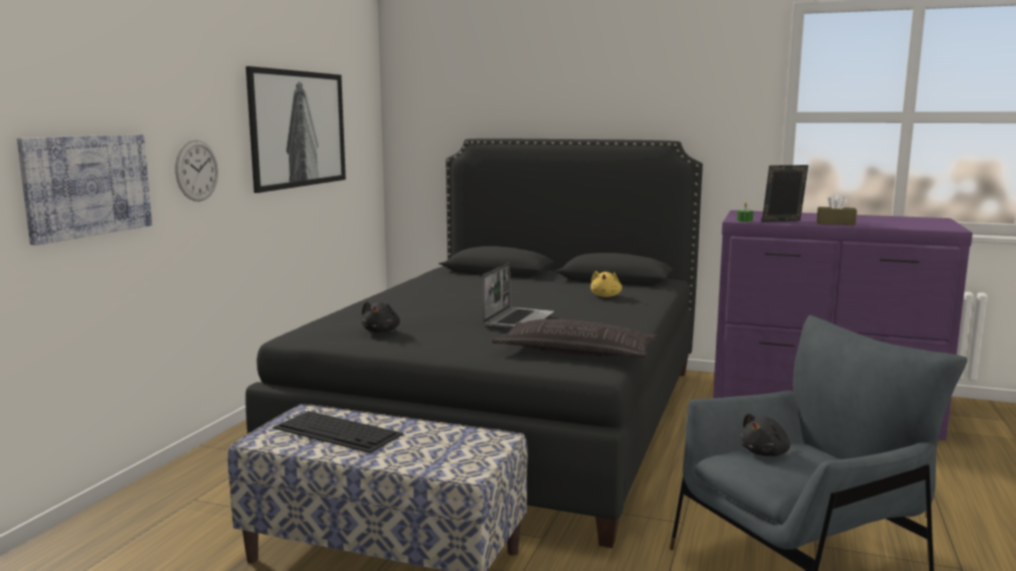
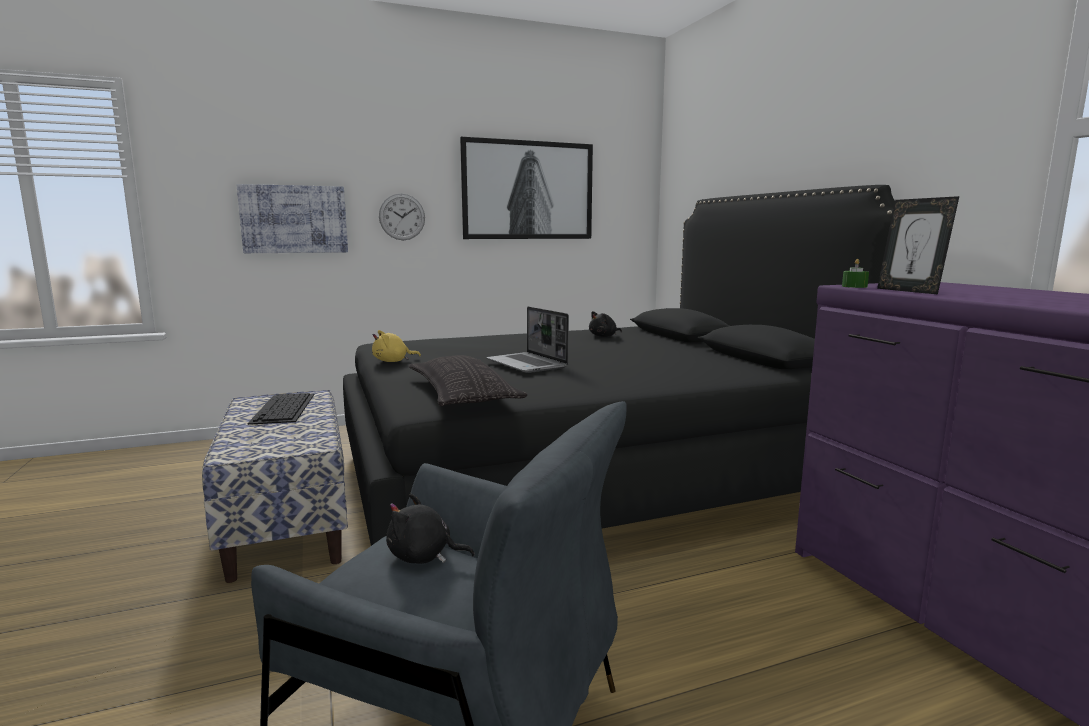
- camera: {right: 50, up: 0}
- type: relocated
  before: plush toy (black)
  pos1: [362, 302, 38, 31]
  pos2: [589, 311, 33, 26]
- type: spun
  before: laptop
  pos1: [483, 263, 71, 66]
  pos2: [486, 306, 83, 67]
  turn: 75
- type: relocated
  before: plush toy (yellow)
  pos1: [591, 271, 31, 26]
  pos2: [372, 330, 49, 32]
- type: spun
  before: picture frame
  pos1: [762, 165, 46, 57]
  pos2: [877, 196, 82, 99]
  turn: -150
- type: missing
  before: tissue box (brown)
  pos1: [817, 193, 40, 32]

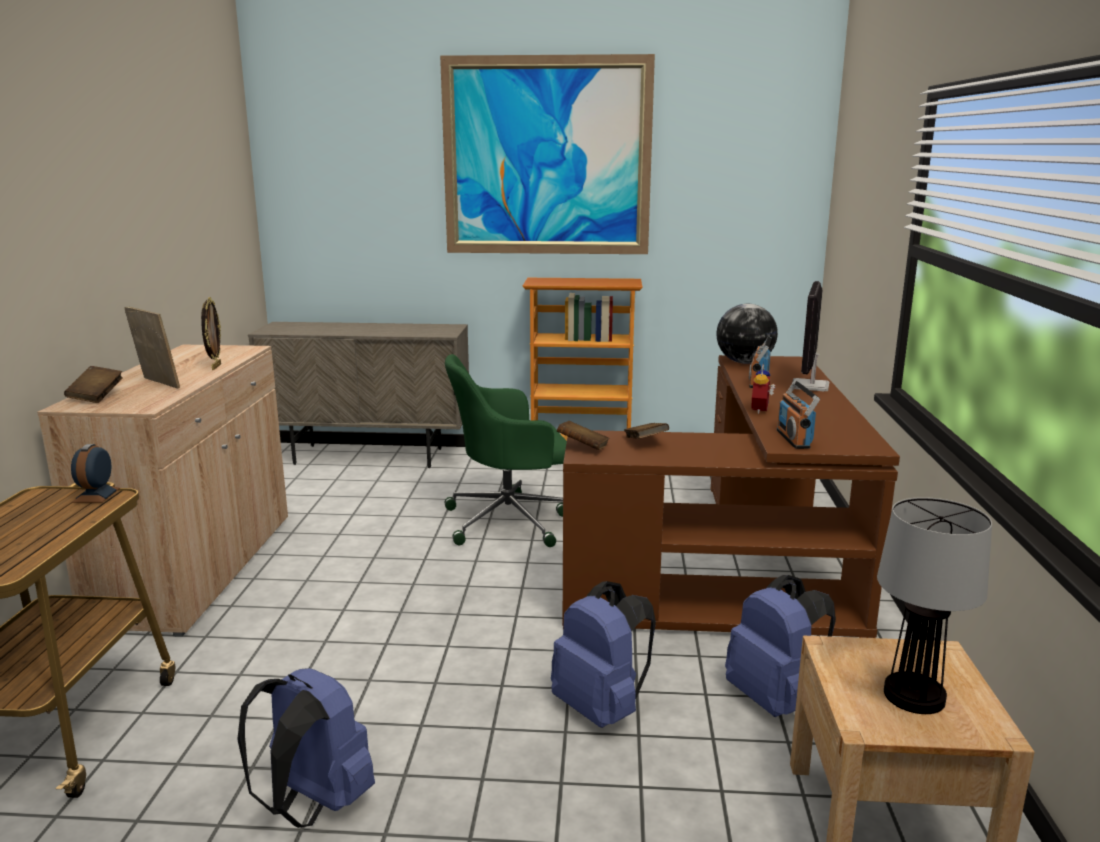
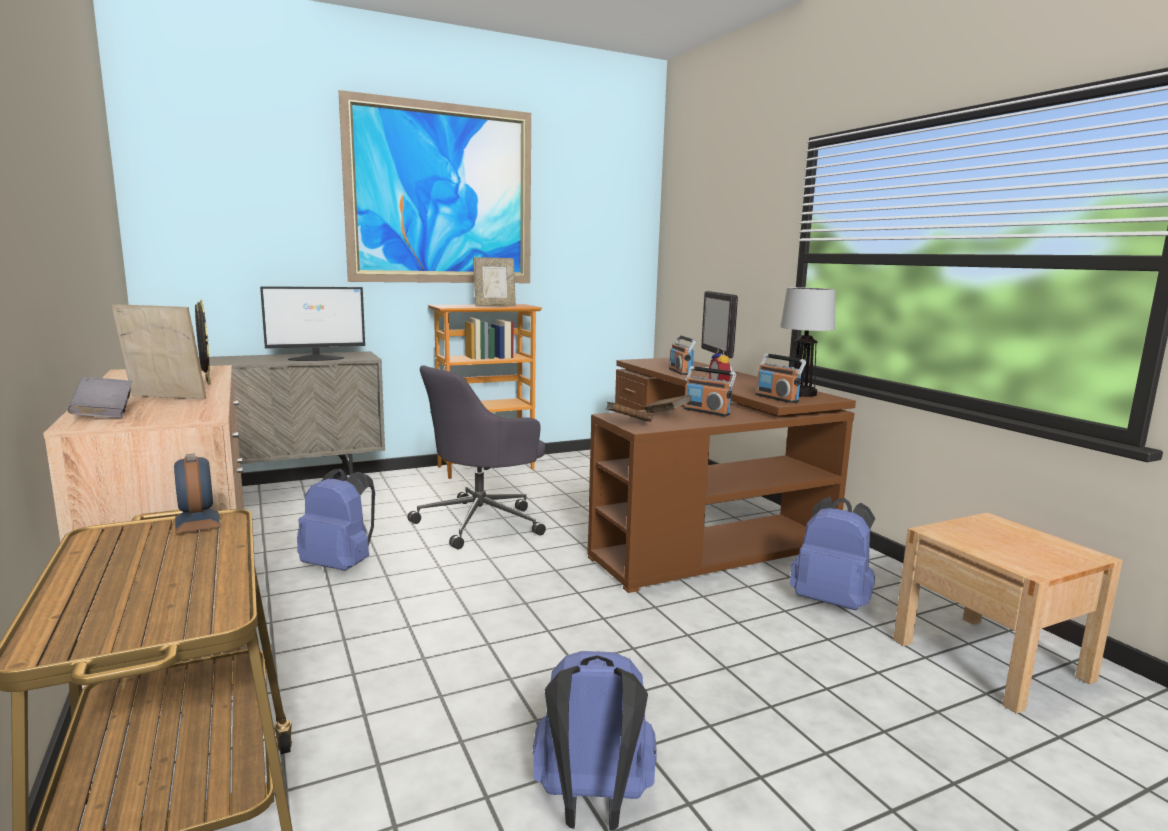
- camera: {right: -30, up: -5}
- type: colour
  before: book (brown)
  after: book (grey)
  pos1: [64, 366, 59, 37]
  pos2: [68, 377, 64, 41]
- type: colour
  before: office chair (green)
  after: office chair (grey)
  pos1: [445, 354, 122, 193]
  pos2: [408, 365, 138, 184]
- type: relocated
  before: backpack (blue)
  pos1: [551, 581, 105, 147]
  pos2: [297, 468, 78, 103]
- type: missing
  before: globe
  pos1: [716, 304, 62, 60]
- type: relocated
  before: table lamp
  pos1: [877, 497, 115, 217]
  pos2: [780, 287, 56, 110]
- type: appeared
  after: monitor
  pos2: [260, 286, 105, 75]
- type: appeared
  after: picture frame
  pos2: [473, 257, 43, 49]
- type: appeared
  after: radio
  pos2: [684, 366, 52, 50]

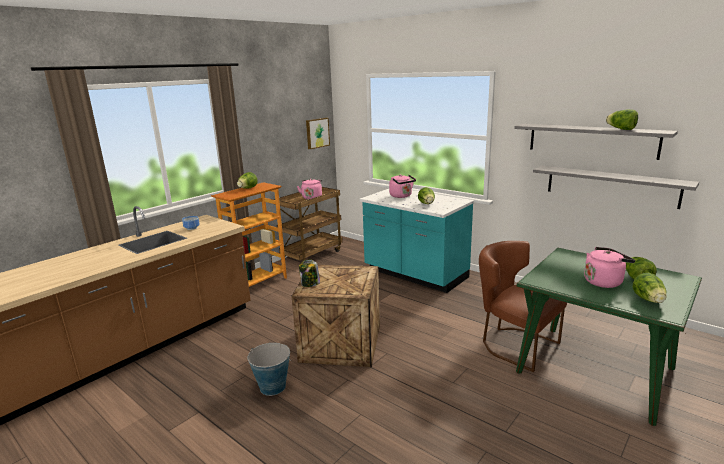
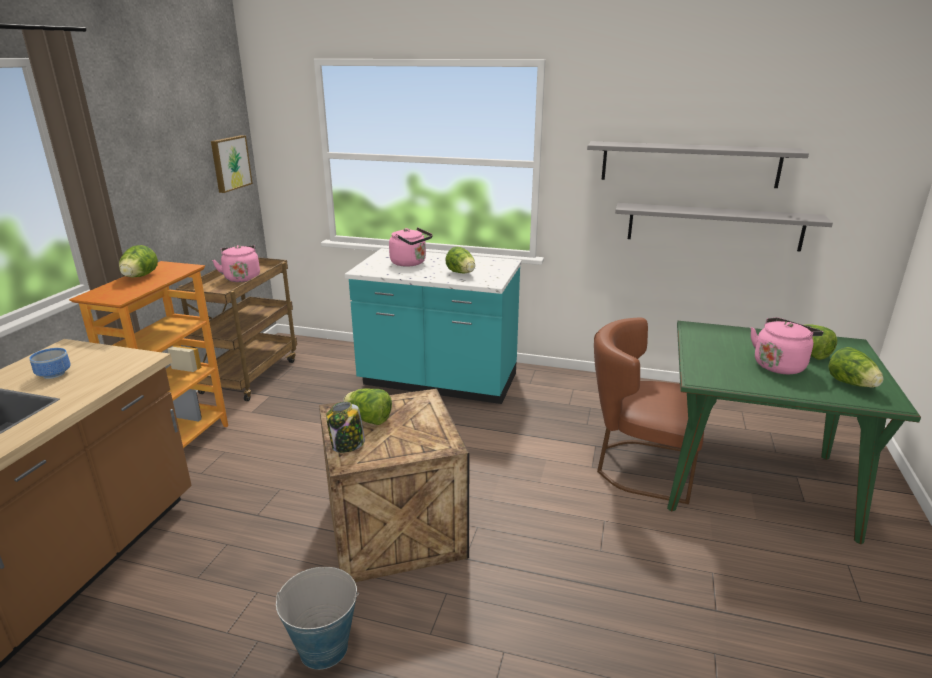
- camera: {right: -25, up: 5}
- type: relocated
  before: lettuce
  pos1: [606, 109, 32, 21]
  pos2: [343, 389, 49, 36]

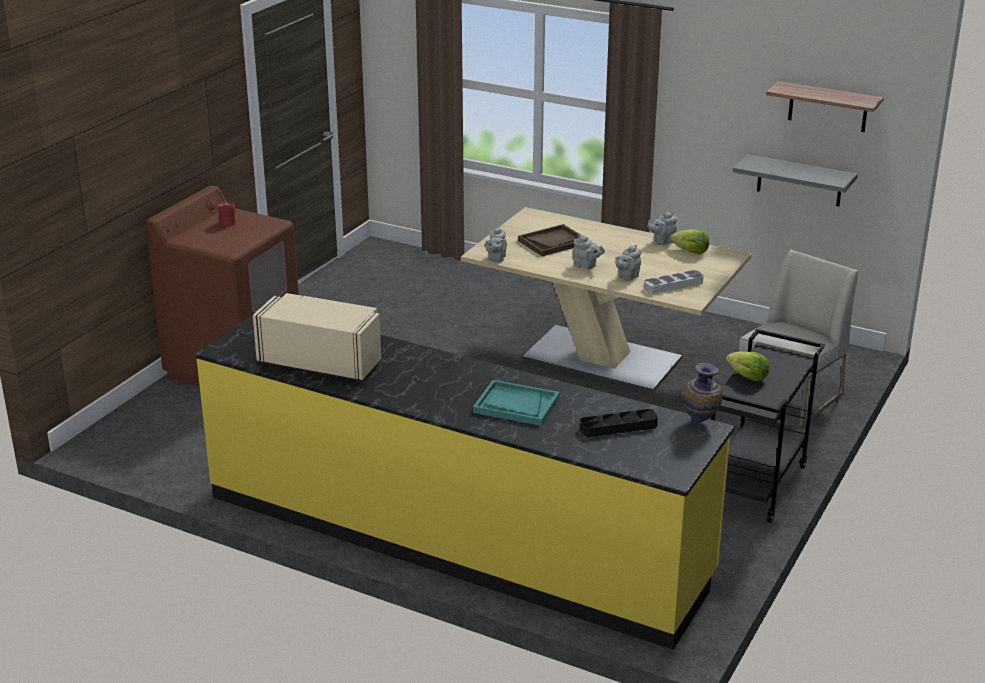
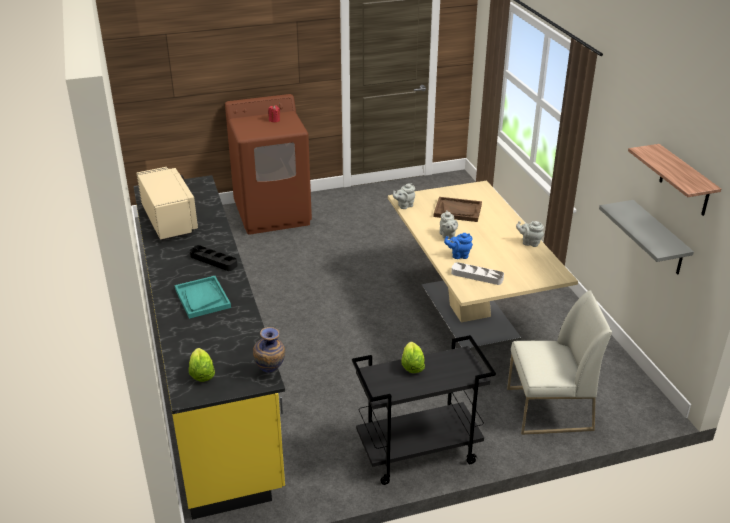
- camera: {right: 45, up: 5}
- type: relocated
  before: tray (black)
  pos1: [580, 409, 78, 28]
  pos2: [189, 245, 49, 26]
- type: colour
  before: teapot (grey)
  after: teapot (blue)
  pos1: [615, 245, 26, 36]
  pos2: [444, 233, 29, 26]
- type: relocated
  before: lettuce
  pos1: [670, 229, 39, 25]
  pos2: [189, 348, 26, 34]

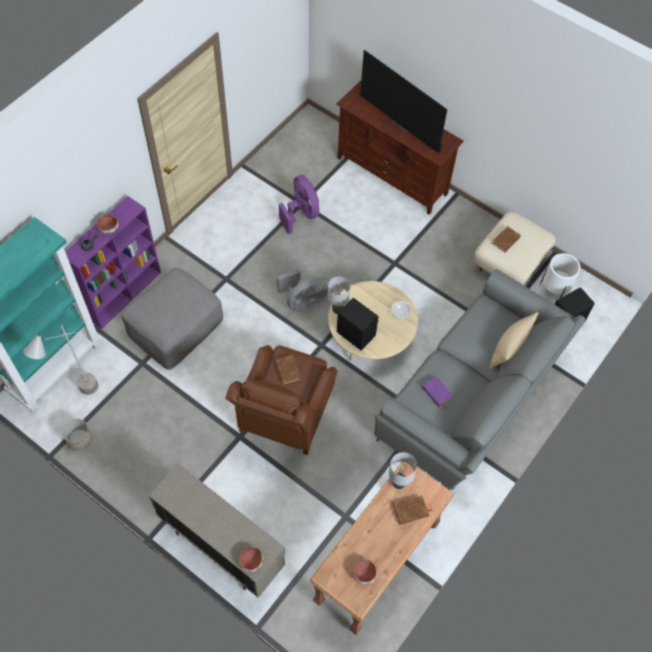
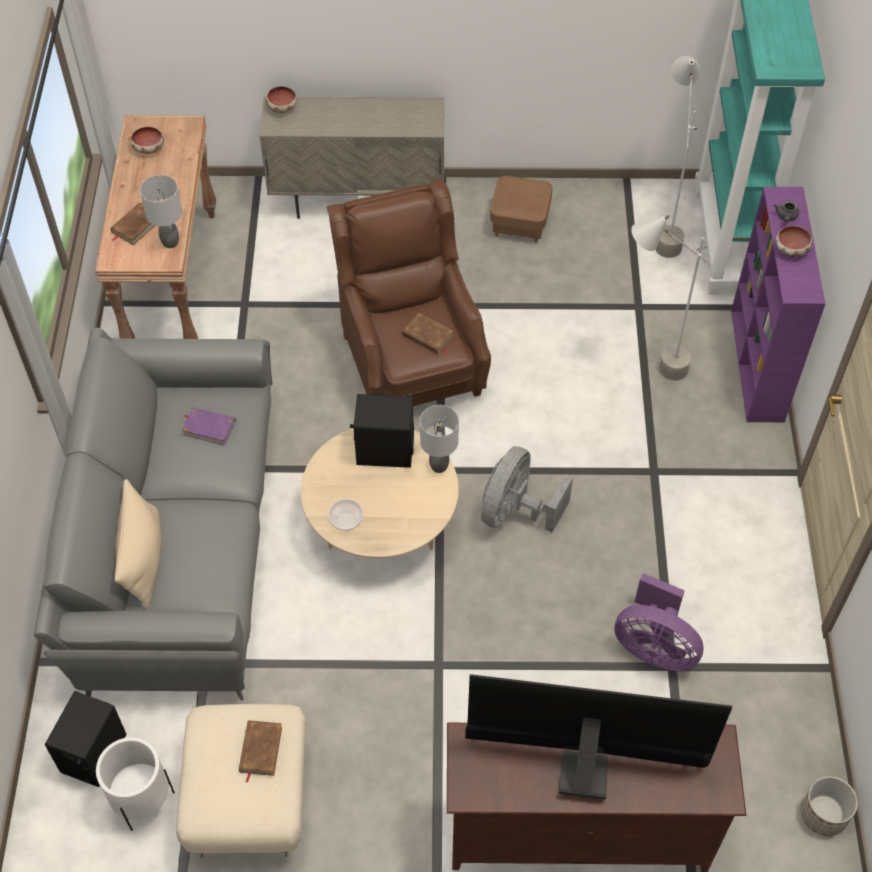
- camera: {right: 145, up: -5}
- type: relocated
  before: planter
  pos1: [62, 418, 30, 32]
  pos2: [801, 776, 57, 60]
- type: exchanged
  before: ottoman (grey)
  after: floor lamp (grey)
  pos1: [121, 267, 102, 103]
  pos2: [631, 215, 82, 166]
- type: appeared
  after: ottoman (brown)
  pos2: [490, 176, 63, 66]

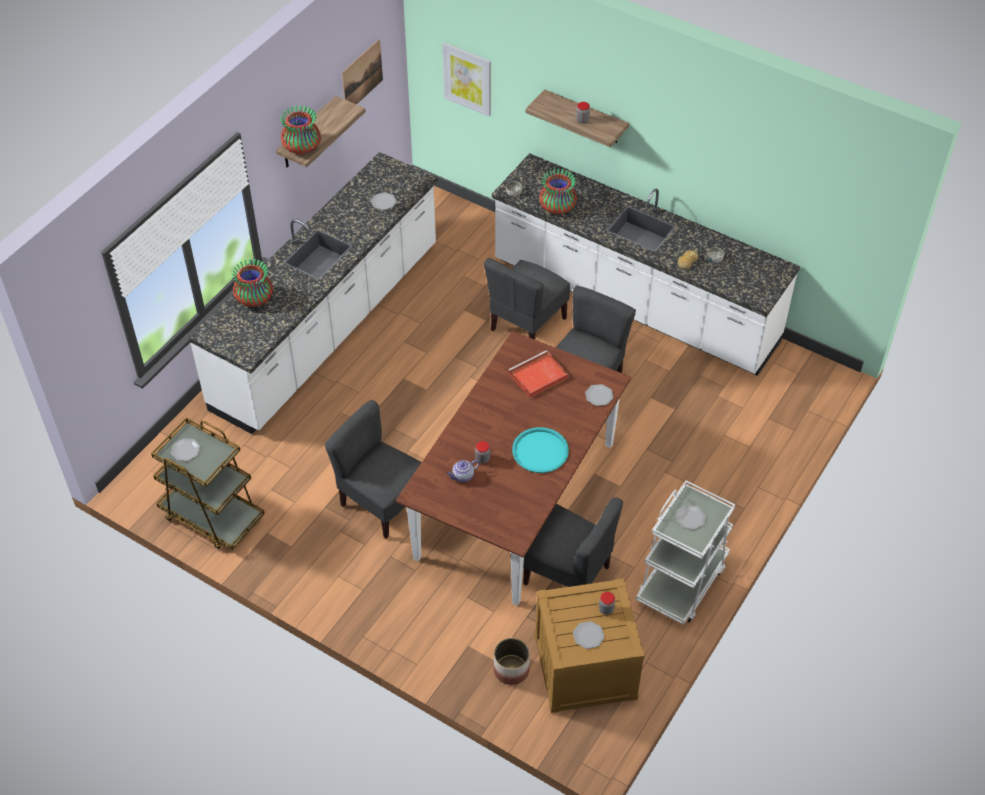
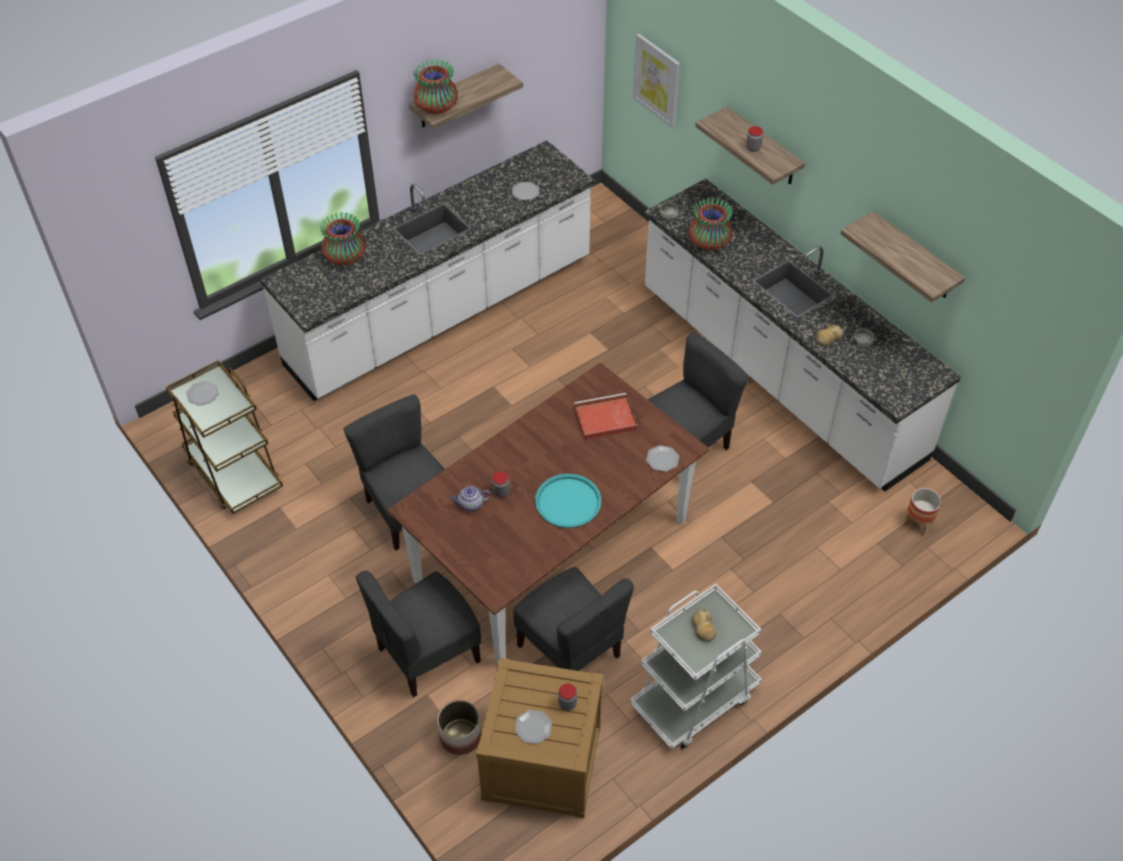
- camera: {right: 20, up: 0}
- type: missing
  before: picture
  pos1: [342, 39, 41, 65]
- type: relocated
  before: chair (grey)
  pos1: [484, 258, 86, 82]
  pos2: [356, 571, 125, 126]
- type: exchanged
  before: plate
  after: bread
  pos1: [676, 505, 30, 25]
  pos2: [691, 609, 26, 32]
- type: appeared
  after: shelf
  pos2: [841, 211, 124, 92]
- type: appeared
  after: planter
  pos2: [904, 488, 37, 47]

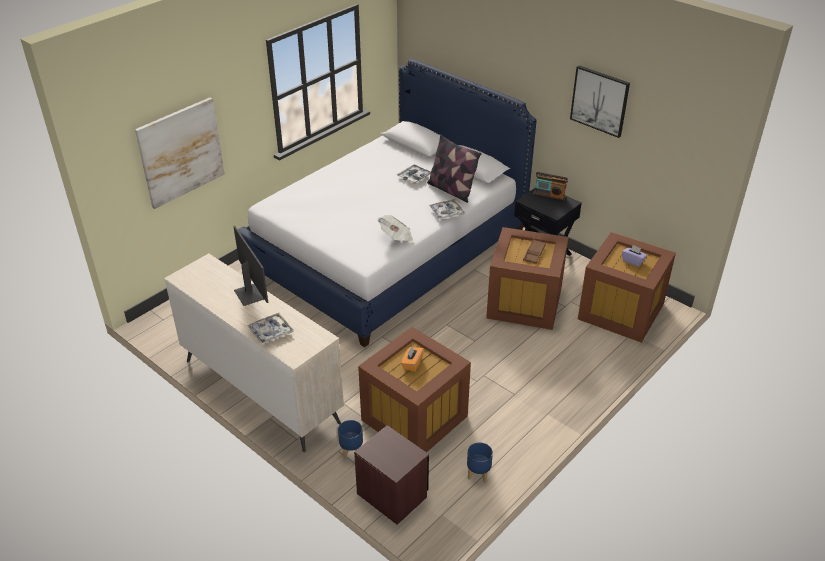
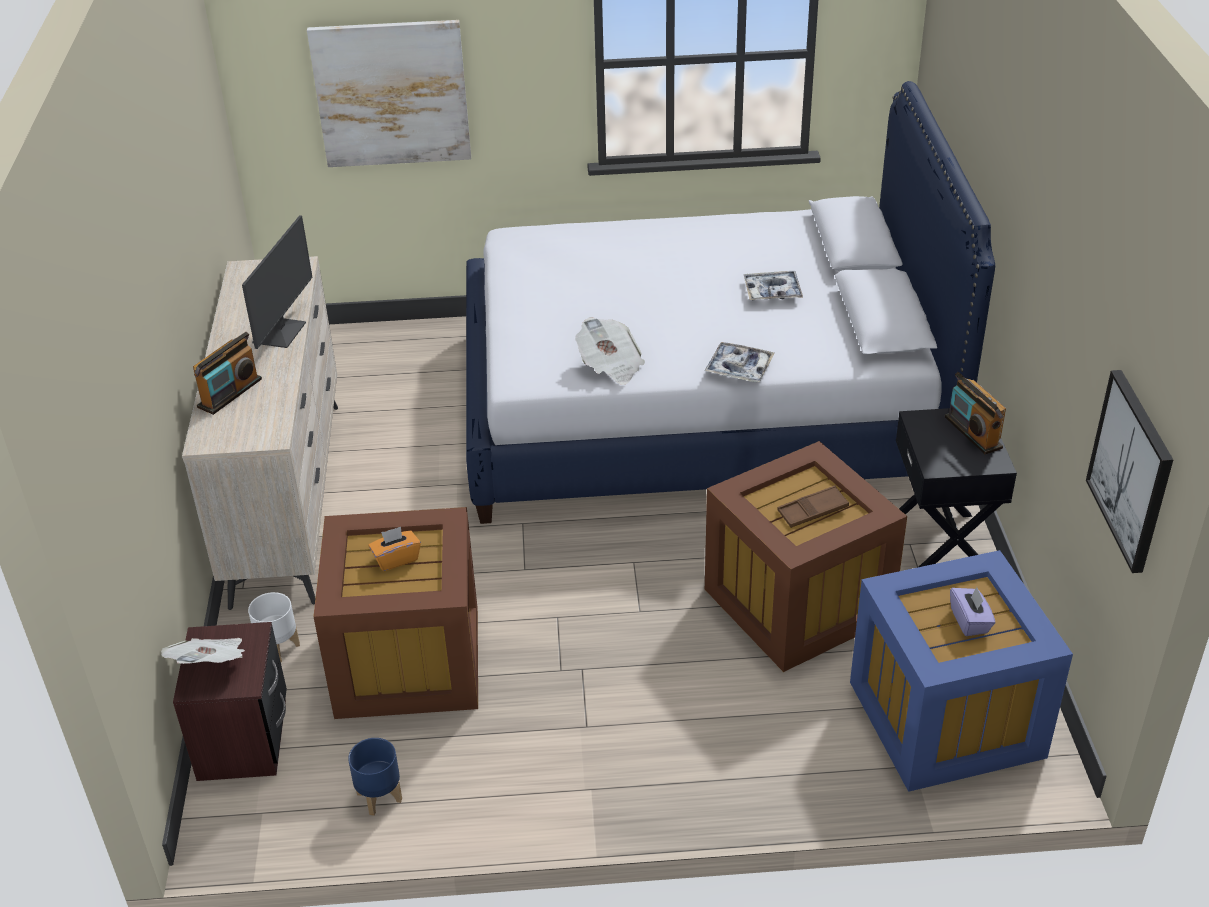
- camera: {right: 45, up: 0}
- type: exchanged
  before: tray
  after: radio
  pos1: [247, 313, 47, 32]
  pos2: [193, 332, 69, 83]
- type: colour
  before: planter (blue)
  after: planter (white)
  pos1: [338, 420, 25, 39]
  pos2: [248, 592, 52, 70]
- type: missing
  before: pillow
  pos1: [427, 134, 55, 69]
- type: relocated
  before: picture
  pos1: [570, 65, 60, 73]
  pos2: [1086, 370, 87, 203]
- type: colour
  before: storage box (brown)
  after: storage box (blue)
  pos1: [578, 232, 98, 111]
  pos2: [850, 550, 223, 242]
- type: appeared
  after: newspaper
  pos2: [161, 638, 84, 26]

